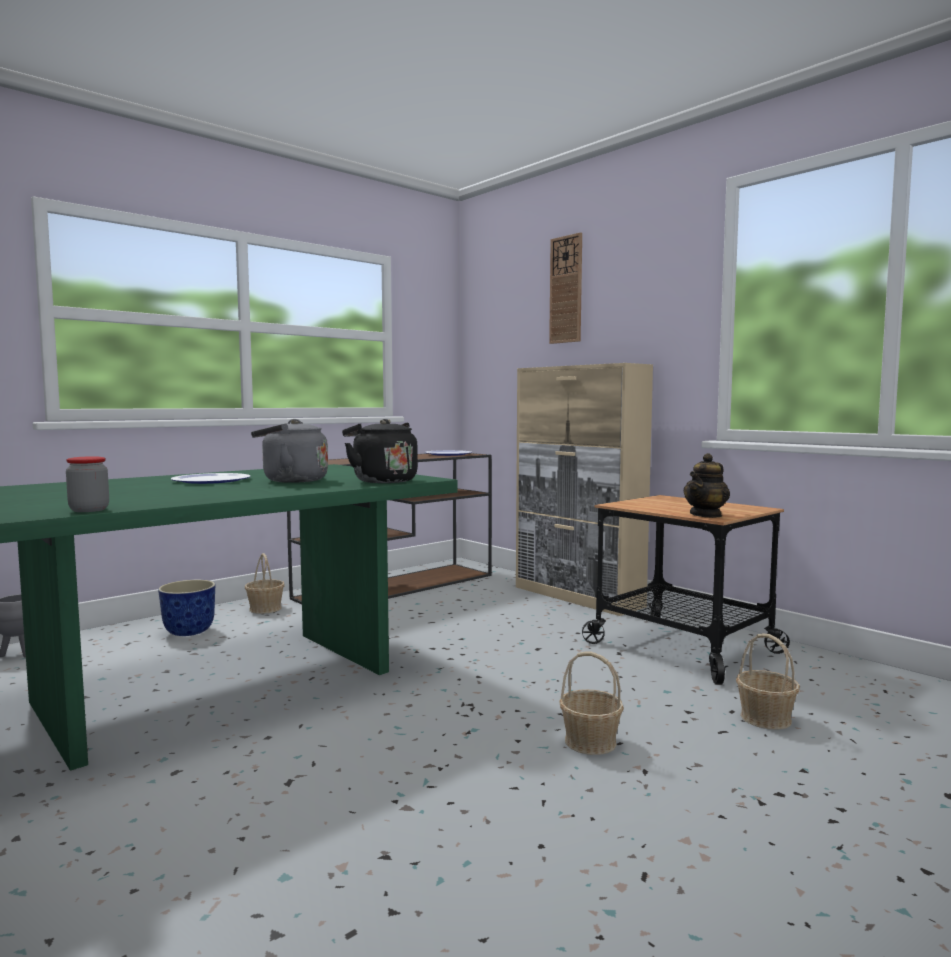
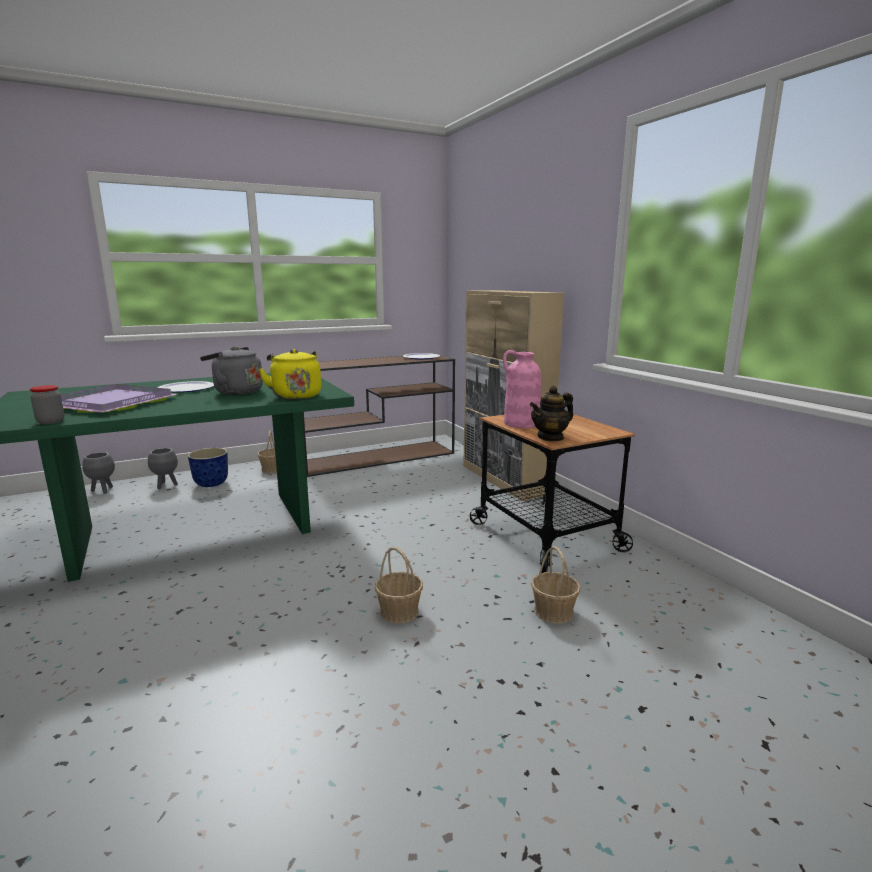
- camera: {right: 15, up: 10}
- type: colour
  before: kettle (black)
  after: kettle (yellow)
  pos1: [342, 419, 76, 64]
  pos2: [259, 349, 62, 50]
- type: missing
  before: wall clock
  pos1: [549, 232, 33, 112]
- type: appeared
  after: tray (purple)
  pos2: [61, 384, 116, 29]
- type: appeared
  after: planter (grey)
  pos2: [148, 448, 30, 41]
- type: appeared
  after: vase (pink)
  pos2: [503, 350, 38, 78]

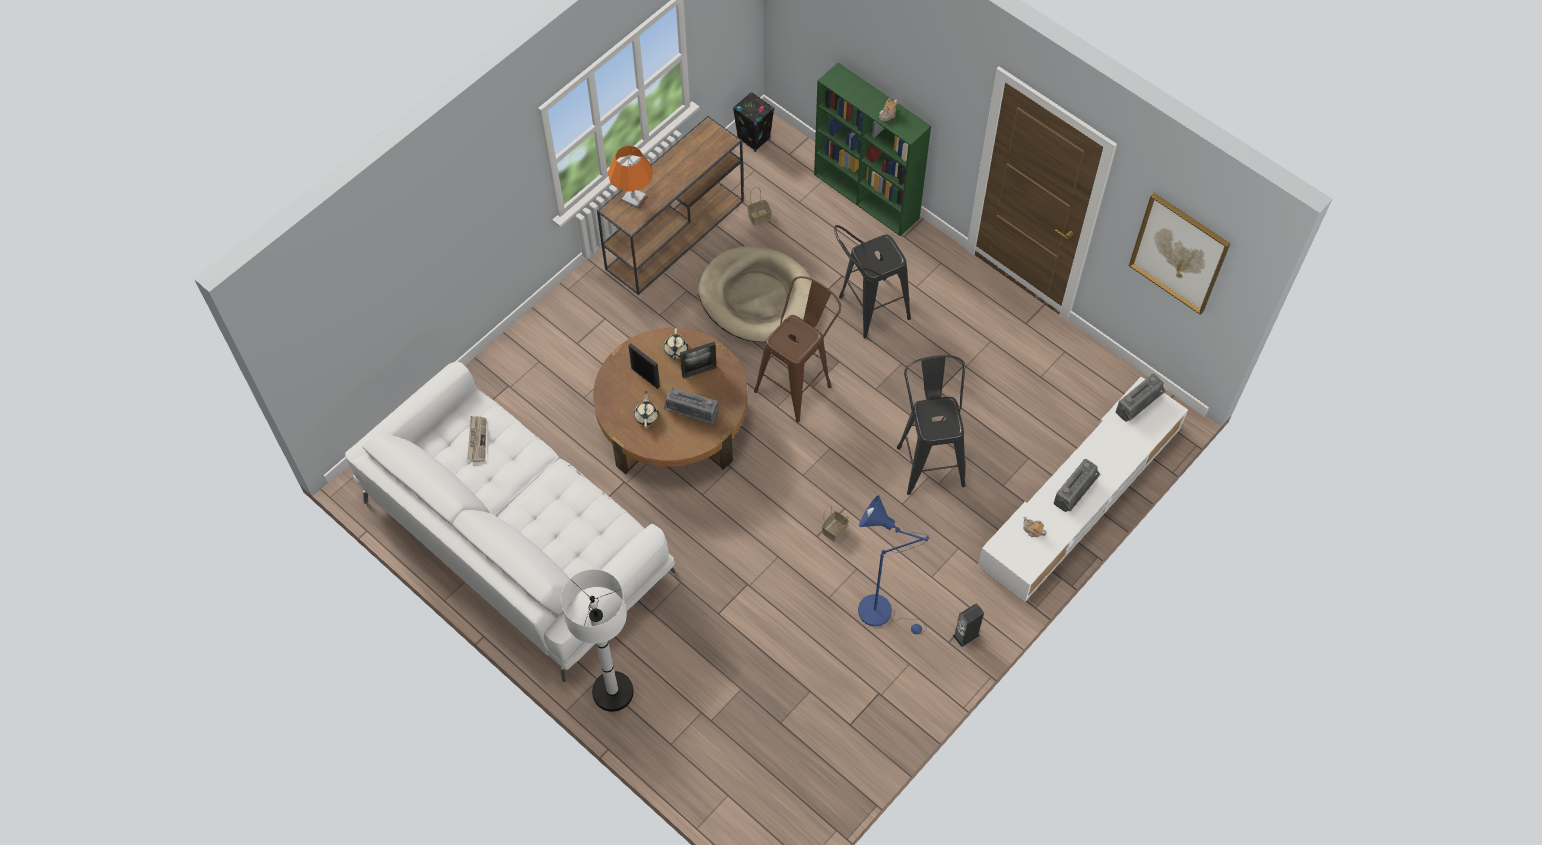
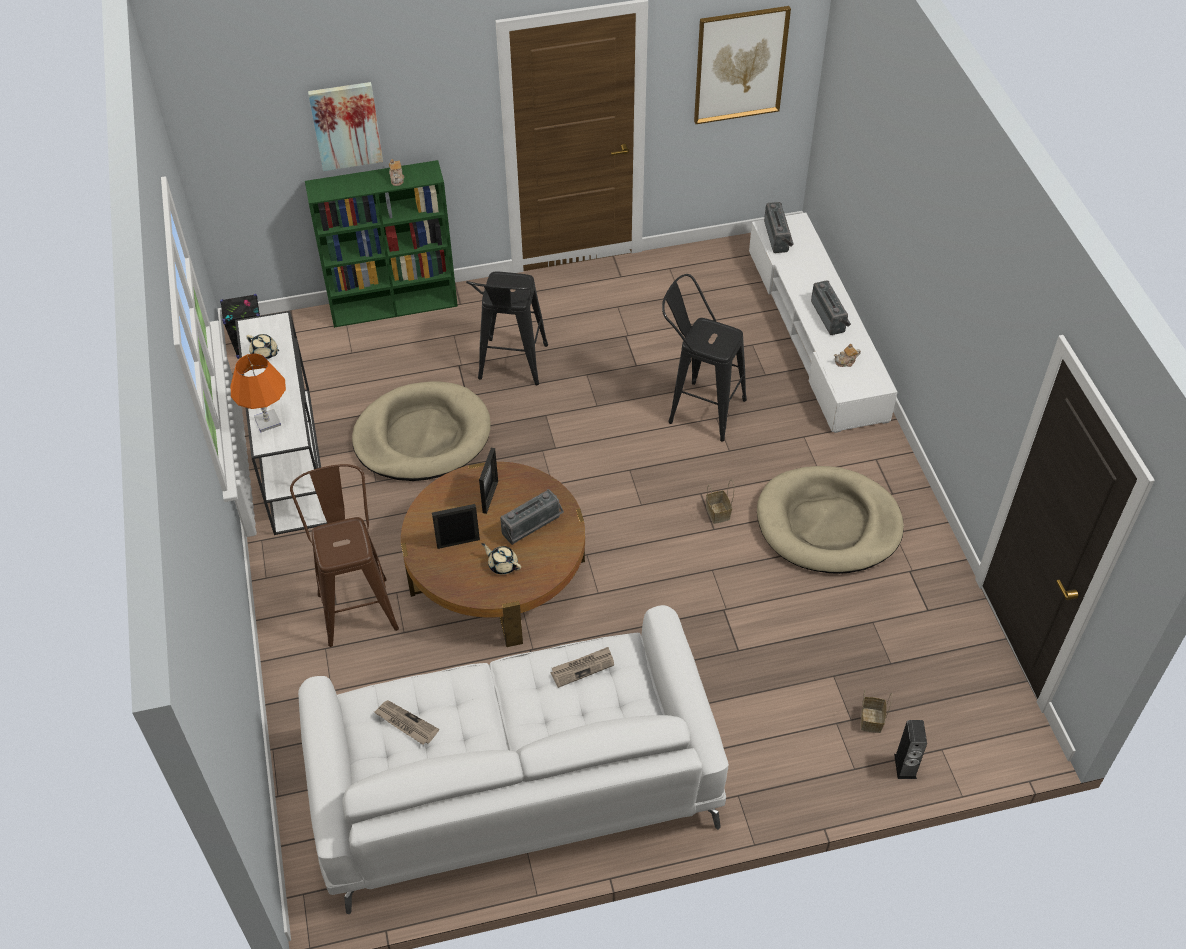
- camera: {right: -55, up: -10}
- type: missing
  before: floor lamp (white)
  pos1: [561, 569, 73, 143]
- type: colour
  before: console table (brown)
  after: console table (white)
  pos1: [597, 116, 147, 179]
  pos2: [235, 311, 93, 224]
- type: relocated
  before: teapot (beige)
  pos1: [664, 328, 24, 32]
  pos2: [246, 334, 33, 25]
- type: relocated
  before: basket
  pos1: [747, 187, 25, 39]
  pos2: [861, 689, 31, 44]
- type: relocated
  before: stool (brown)
  pos1: [754, 276, 87, 146]
  pos2: [290, 464, 109, 183]
- type: exchanged
  before: floor lamp (blue)
  after: dog bed (beige)
  pos1: [858, 495, 71, 139]
  pos2: [757, 466, 147, 108]
- type: relocated
  before: speaker
  pos1: [952, 603, 32, 44]
  pos2: [894, 720, 33, 59]
- type: appeared
  after: picture
  pos2: [308, 82, 75, 89]
- type: appeared
  after: newspaper
  pos2: [551, 647, 63, 41]

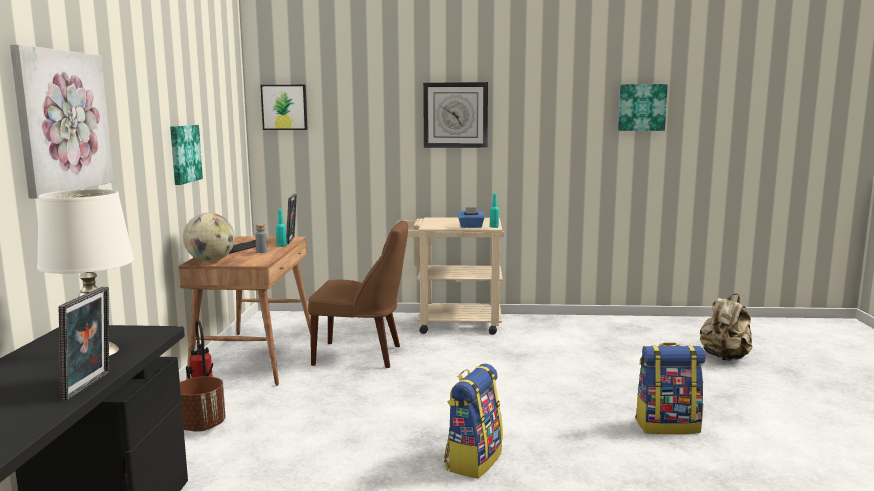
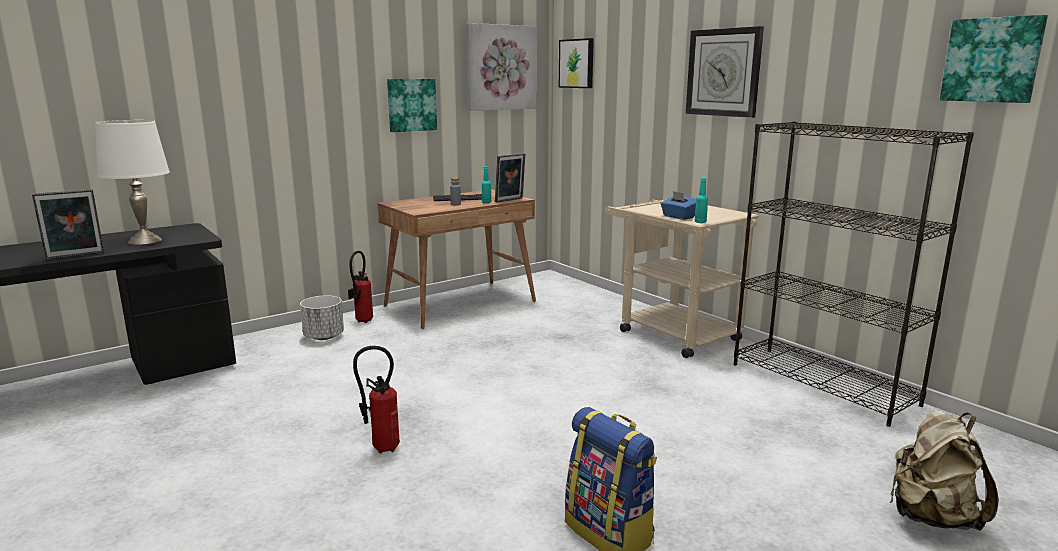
- camera: {right: 50, up: 5}
- type: relocated
  before: picture
  pos1: [10, 44, 104, 155]
  pos2: [466, 23, 71, 88]
- type: colour
  before: planter (brown)
  after: planter (white)
  pos1: [180, 376, 46, 56]
  pos2: [300, 295, 44, 45]
- type: missing
  before: globe
  pos1: [183, 213, 52, 49]
- type: missing
  before: chair (brown)
  pos1: [308, 220, 100, 148]
- type: exchanged
  before: backpack
  after: fire extinguisher
  pos1: [444, 364, 59, 115]
  pos2: [353, 346, 47, 107]
- type: appeared
  after: bookcase (black)
  pos2: [734, 121, 240, 306]

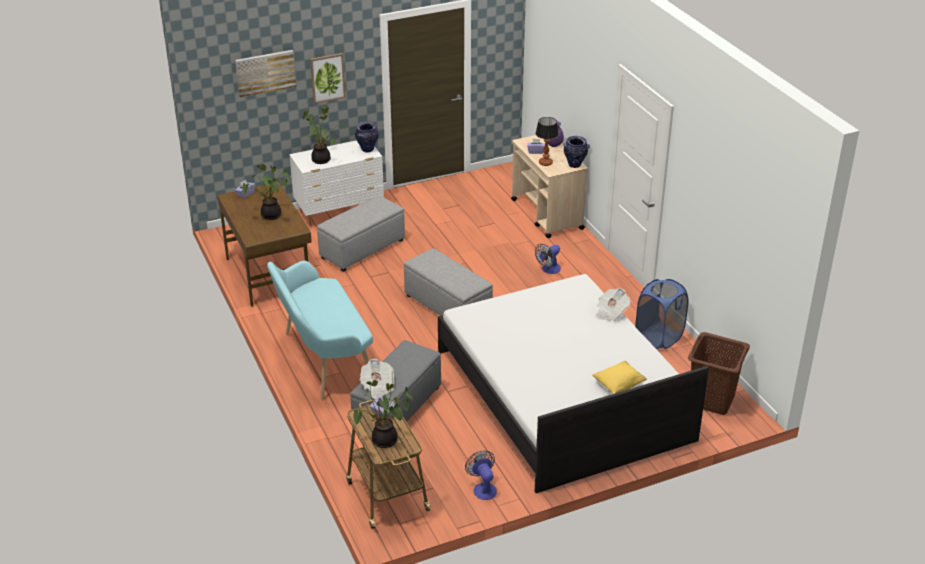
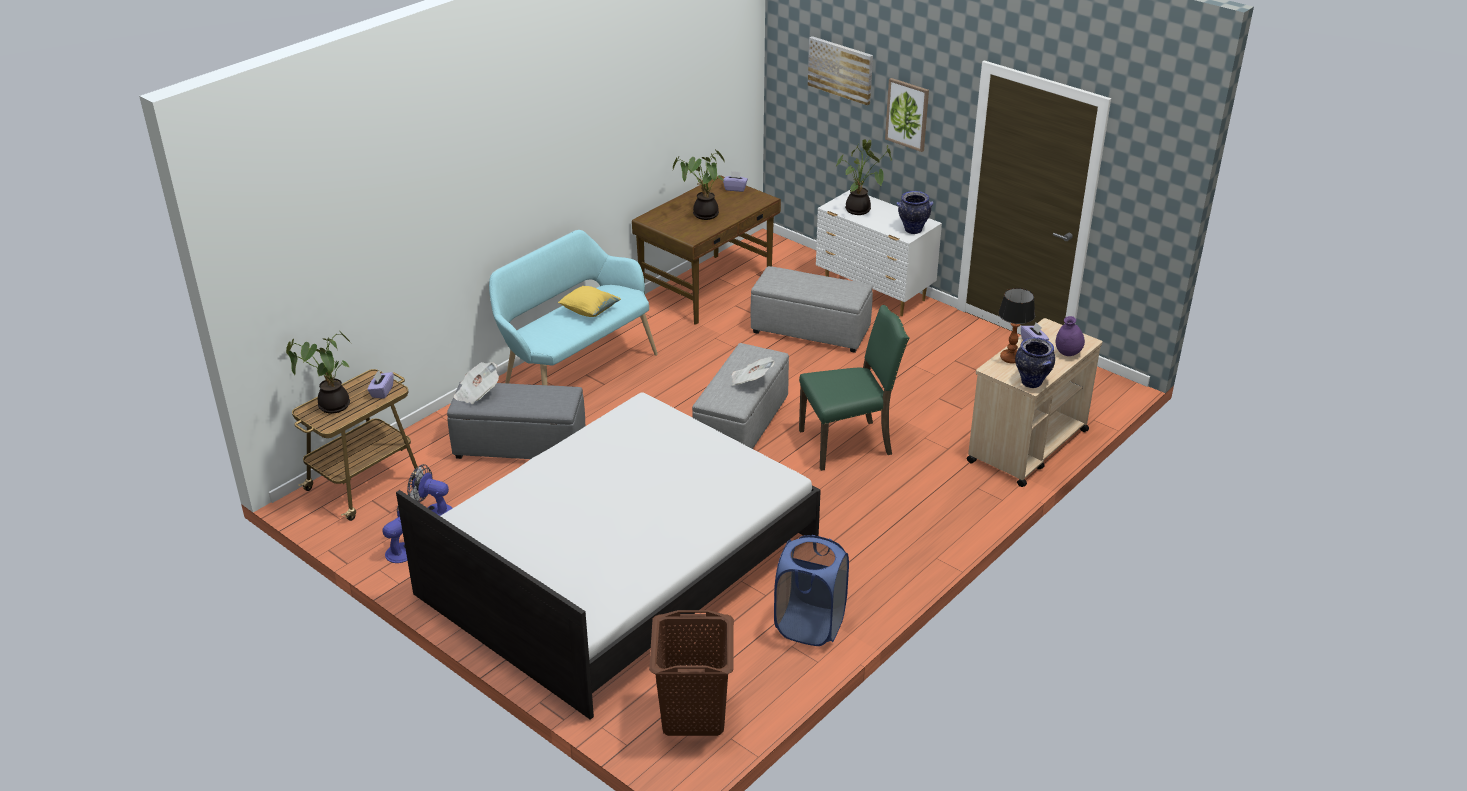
- camera: {right: 65, up: 0}
- type: relocated
  before: fan
  pos1: [535, 244, 26, 30]
  pos2: [407, 464, 46, 52]
- type: relocated
  before: pillow (yellow)
  pos1: [592, 361, 55, 33]
  pos2: [558, 286, 63, 31]
- type: relocated
  before: newspaper
  pos1: [596, 288, 34, 33]
  pos2: [732, 357, 43, 29]
- type: appeared
  after: chair (green)
  pos2: [799, 305, 110, 166]

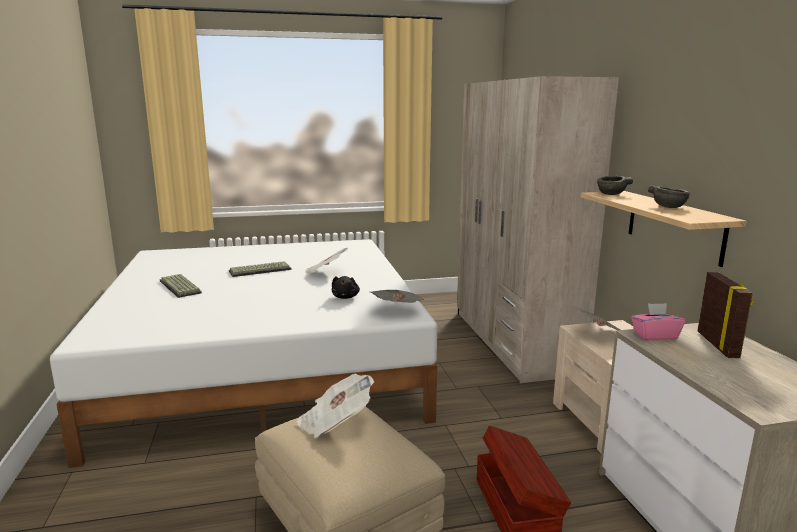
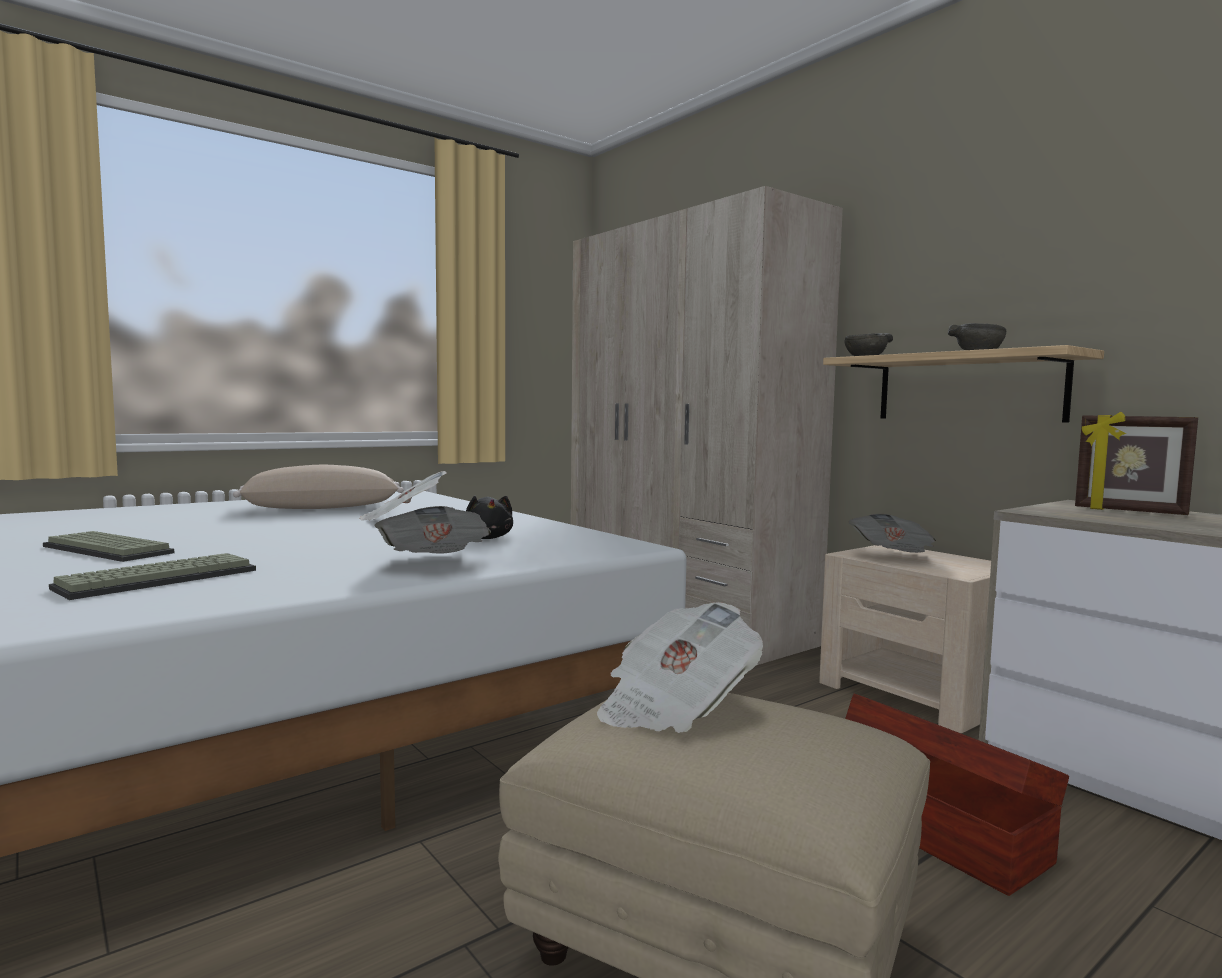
- camera: {right: -25, up: -10}
- type: relocated
  before: keyboard
  pos1: [229, 261, 62, 16]
  pos2: [49, 553, 207, 47]
- type: relocated
  before: newspaper
  pos1: [370, 290, 54, 13]
  pos2: [374, 506, 117, 48]
- type: missing
  before: tissue box (pink)
  pos1: [631, 303, 54, 38]
- type: spun
  before: picture frame
  pos1: [697, 272, 57, 86]
  pos2: [1075, 412, 123, 103]
  turn: 150
- type: appeared
  after: pillow (beige)
  pos2: [233, 465, 171, 44]

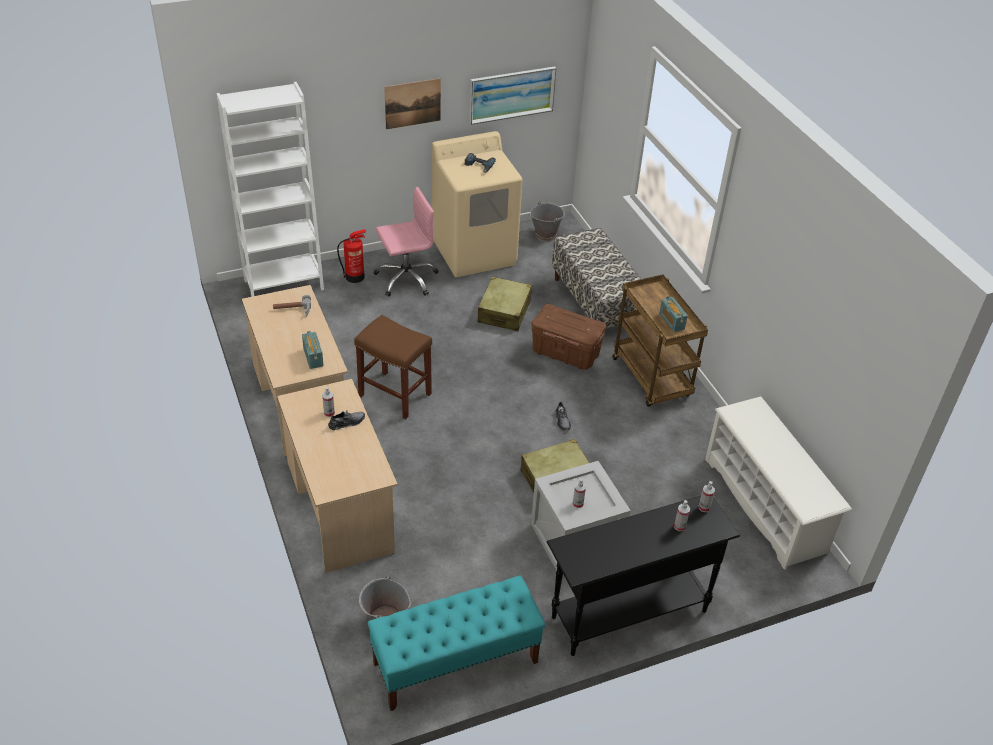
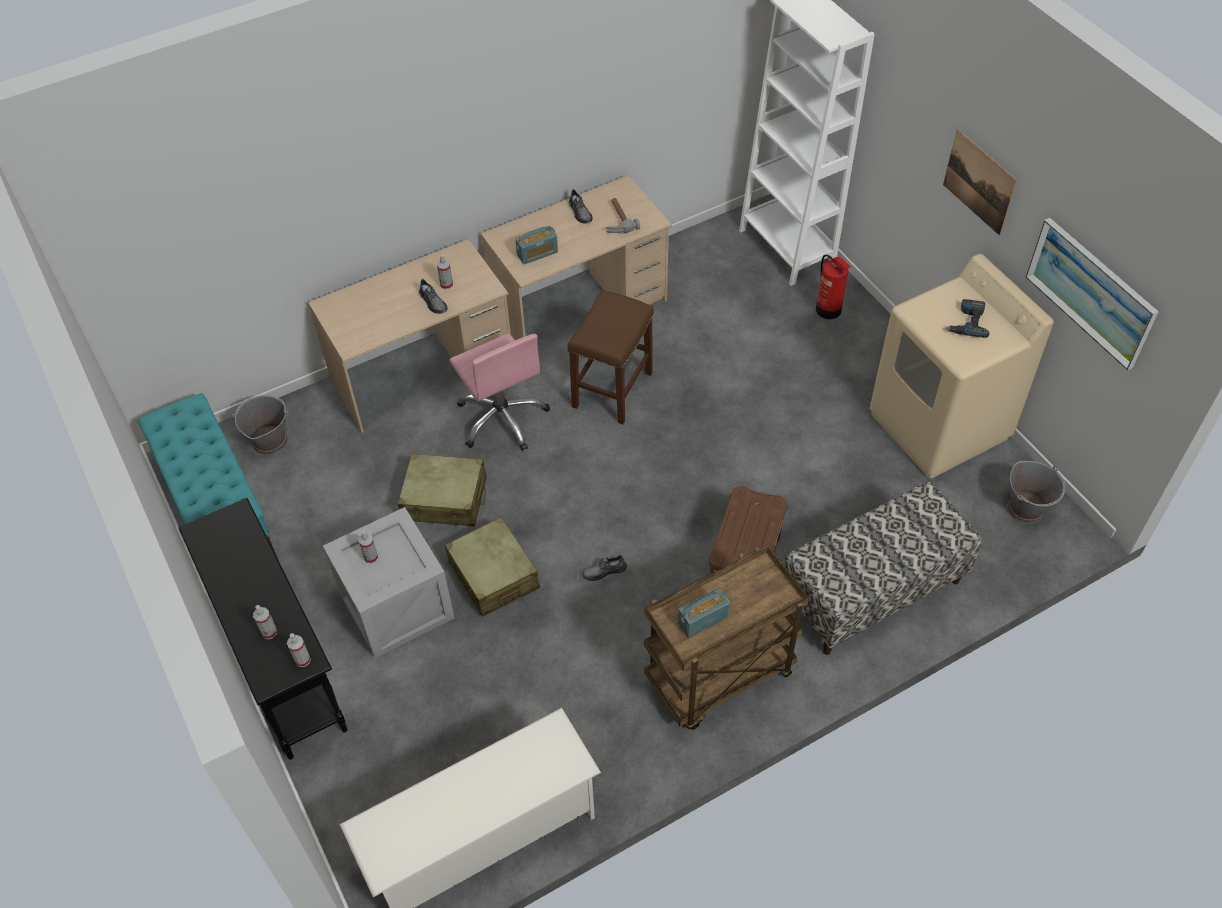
- camera: {right: 85, up: 10}
- type: relocated
  before: office chair (pink)
  pos1: [374, 187, 64, 109]
  pos2: [450, 333, 100, 118]
- type: relocated
  before: suitcase (beige)
  pos1: [477, 277, 55, 54]
  pos2: [398, 454, 89, 73]
- type: appeared
  after: shoe (grey)
  pos2: [569, 189, 24, 35]

